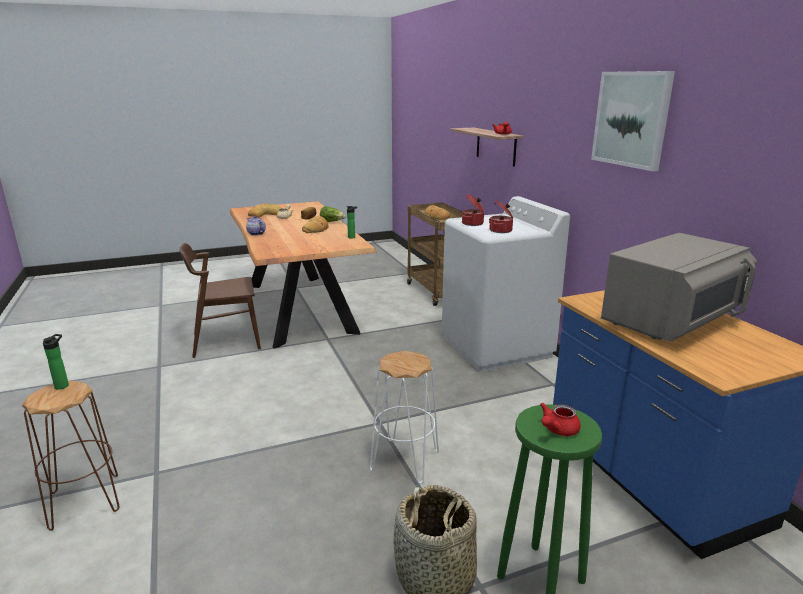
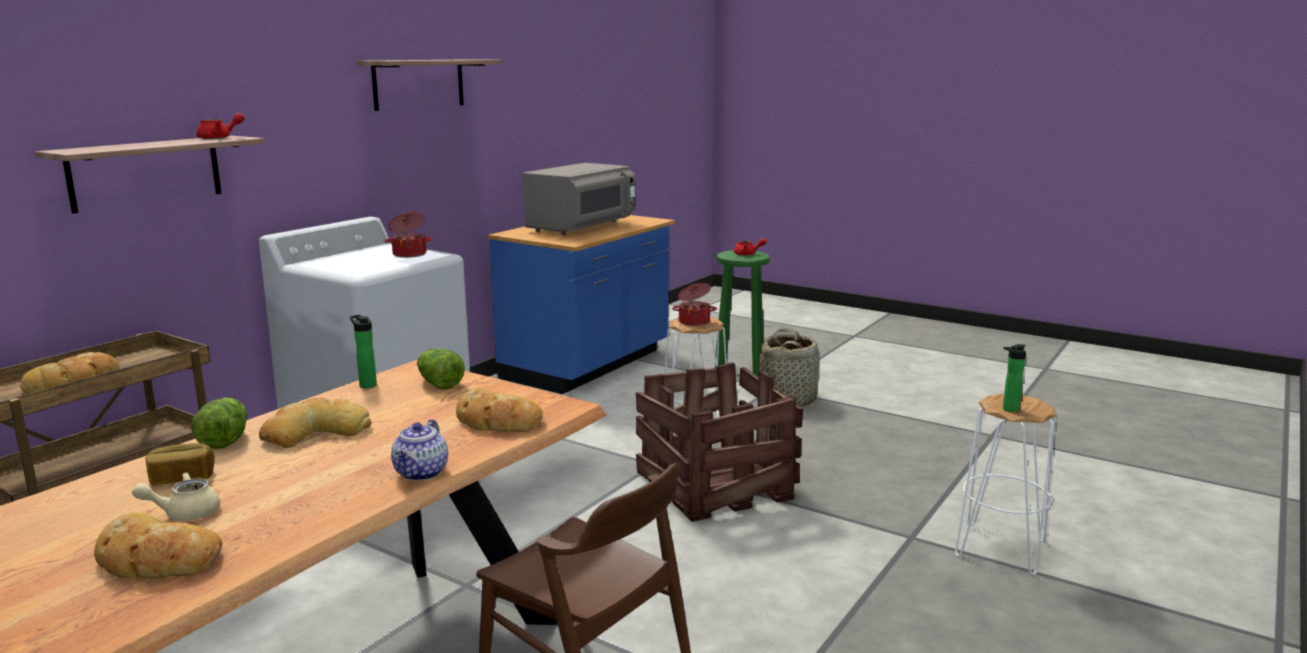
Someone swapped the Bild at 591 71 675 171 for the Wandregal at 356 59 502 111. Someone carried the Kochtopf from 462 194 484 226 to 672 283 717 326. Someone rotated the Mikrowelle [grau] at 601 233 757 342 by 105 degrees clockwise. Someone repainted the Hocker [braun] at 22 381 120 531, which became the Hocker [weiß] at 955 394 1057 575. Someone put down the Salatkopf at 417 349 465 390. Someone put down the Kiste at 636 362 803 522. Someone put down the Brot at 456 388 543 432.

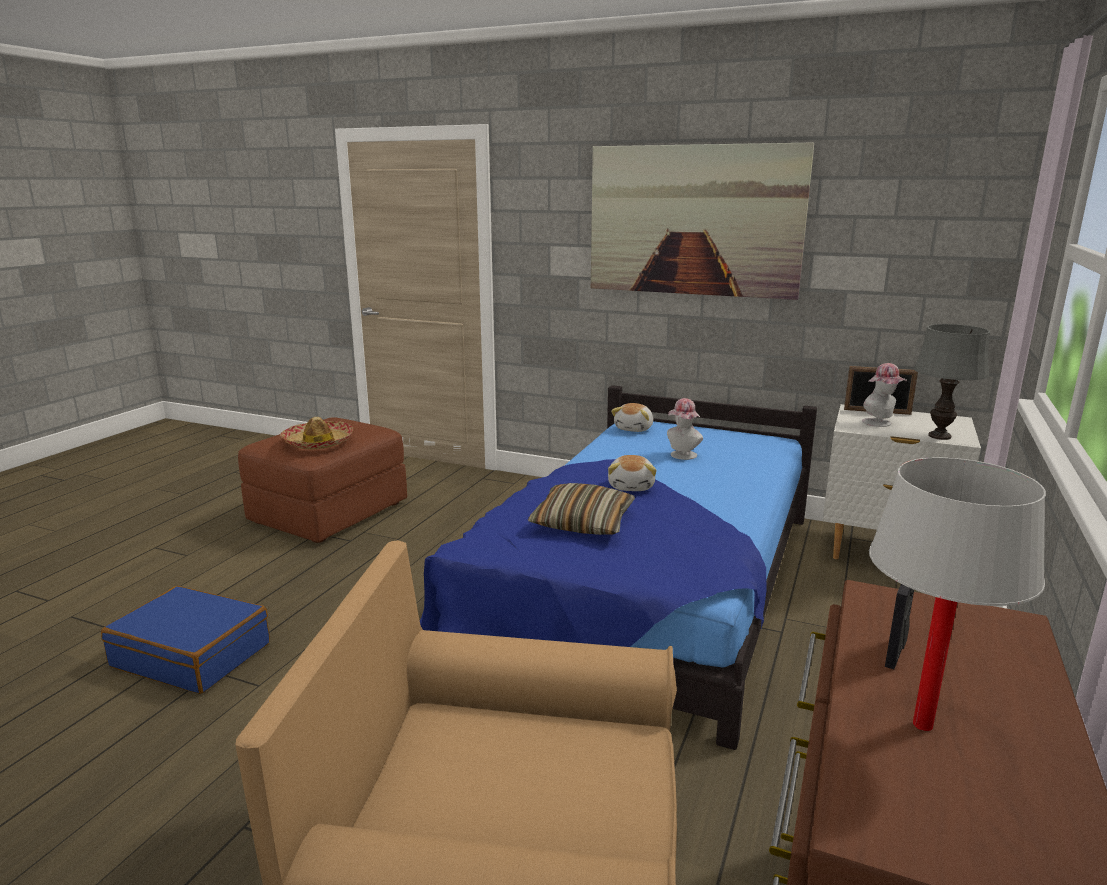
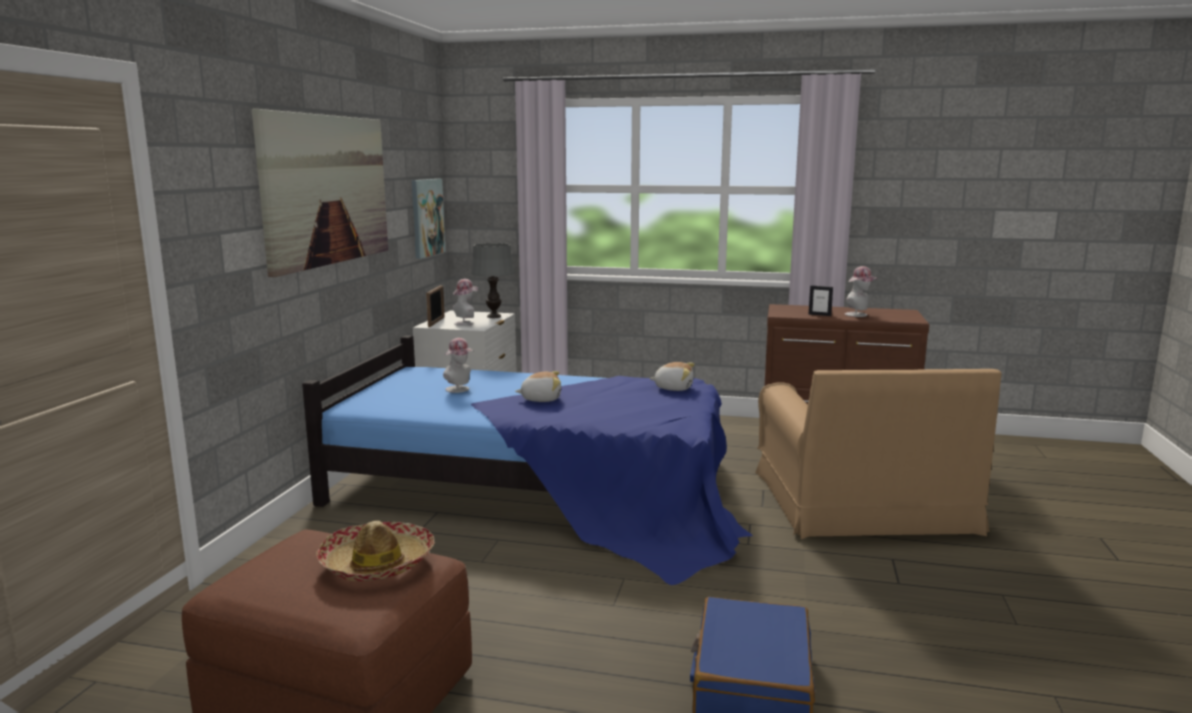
Someone carried the Plüschtier from 611 403 653 432 to 649 362 695 391. Someone swapped the Tischlampe [weiß] at 869 457 1046 731 for the Hut at 845 266 878 317. Someone took away the Kissen at 528 483 635 535. Someone put up the Bild at 412 179 446 259.

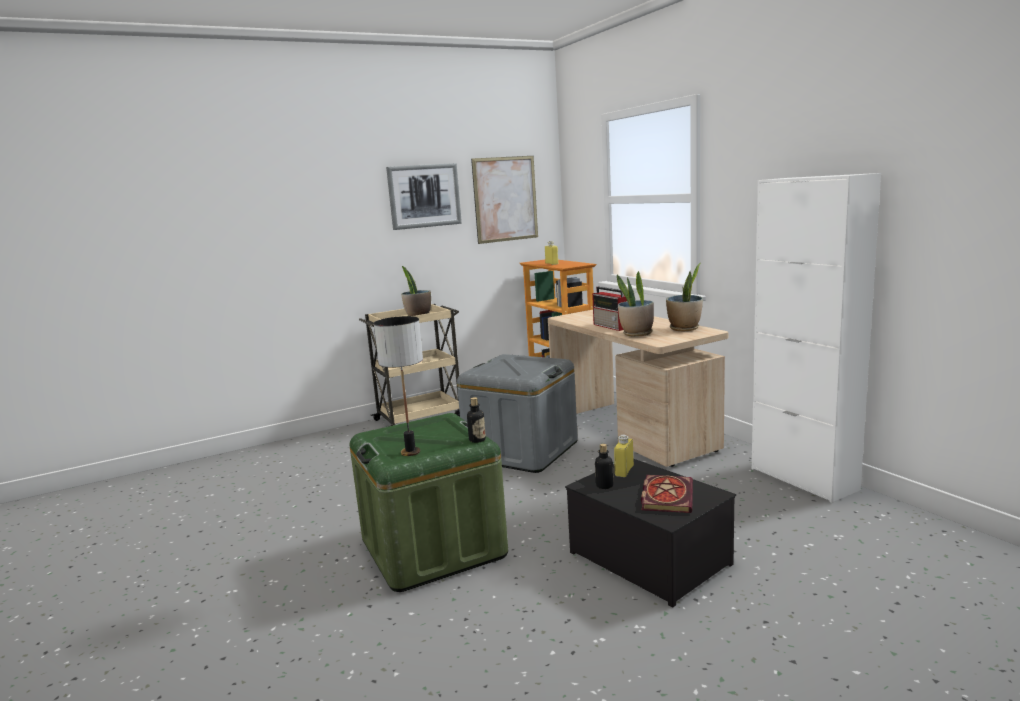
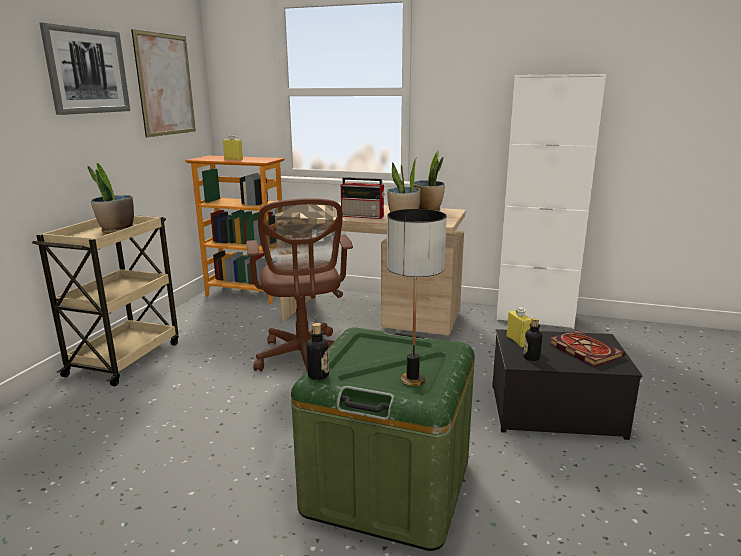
Someone swapped the Aufbewahrungsbox [grau] at 457 354 578 473 for the Bürostuhl [braun] at 246 198 353 371. Someone carried the Flasche from 467 397 486 443 to 306 323 329 380.

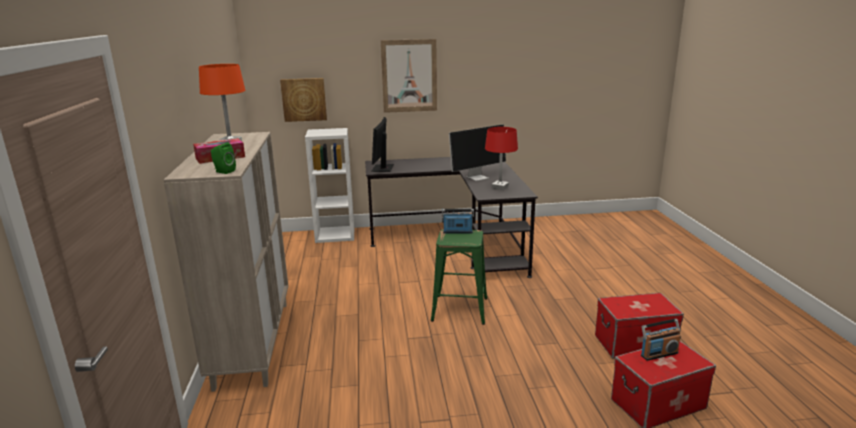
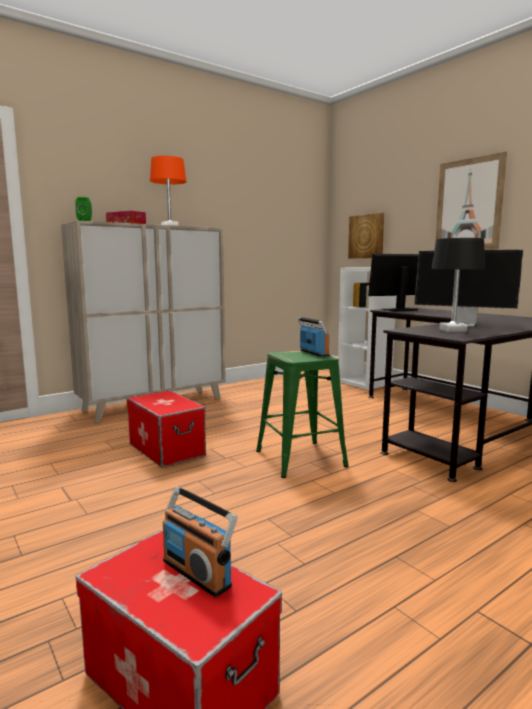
Someone repainted the Tischlampe [rot] at 485 127 518 190, which became the Tischlampe [schwarz] at 431 238 485 332. Someone carried the Aufbewahrungsbox from 595 293 684 359 to 127 390 206 467.

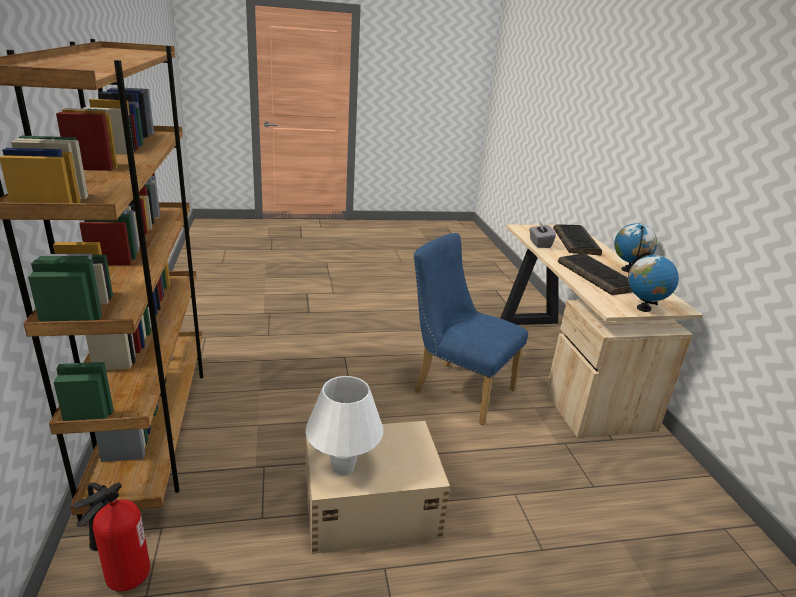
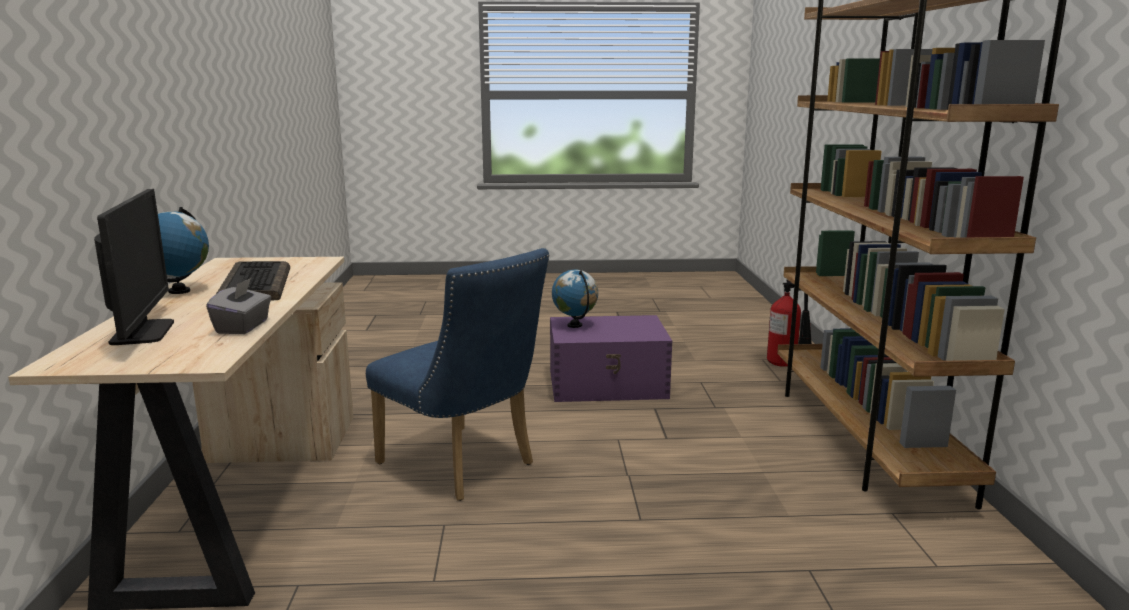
Someone swapped the Tastatur at 553 224 602 256 for the Monitor at 94 189 174 345. Someone carried the Globus from 628 251 679 312 to 552 269 598 328. Someone took away the Tischlampe [weiß] at 305 376 383 475. Someone repainted the Aufbewahrungsbox [beige] at 306 421 450 554, which became the Aufbewahrungsbox [lila] at 550 315 672 402.

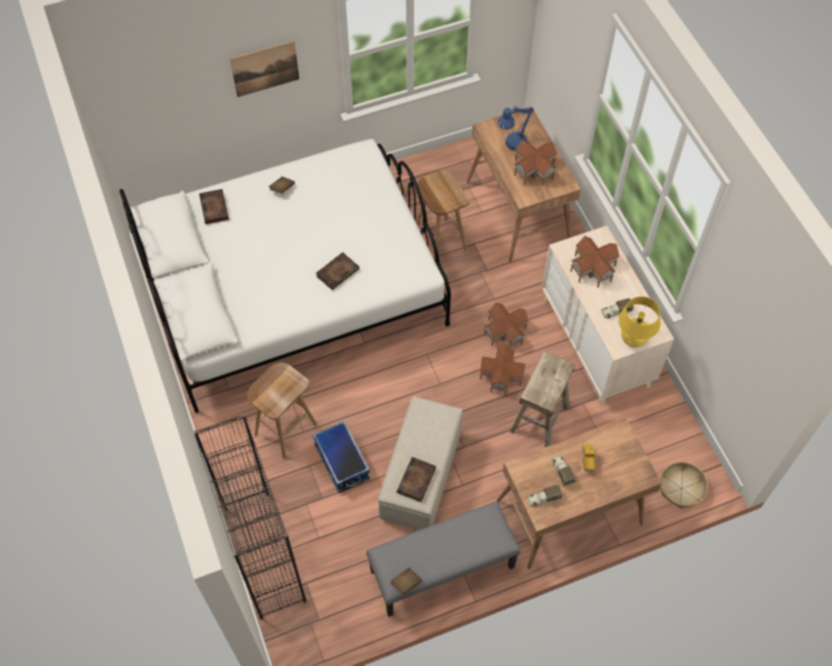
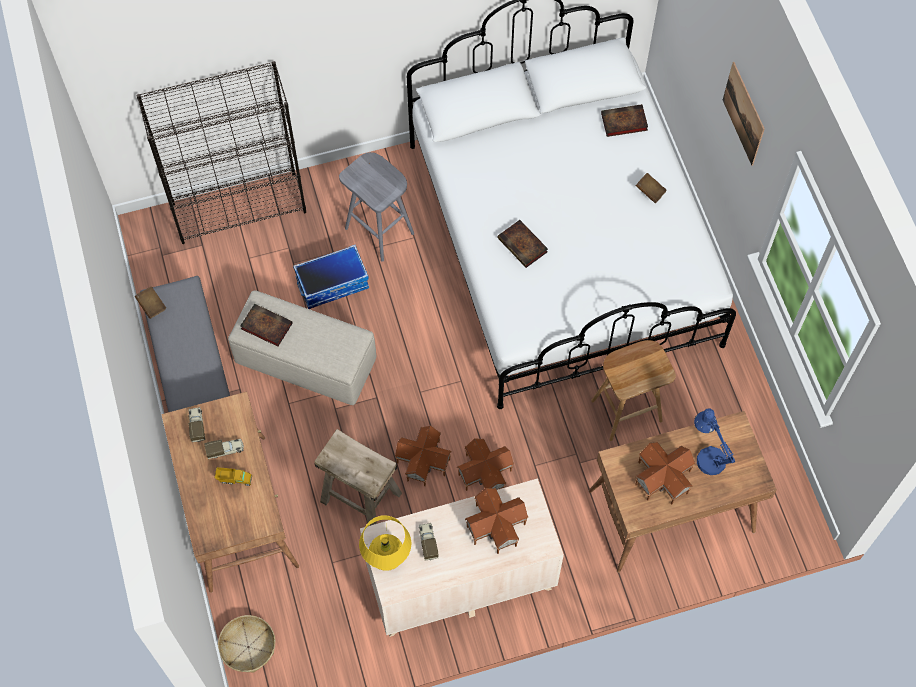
Someone repainted the Hocker [braun] at 247 362 317 459, which became the Hocker [grau] at 339 152 414 262.

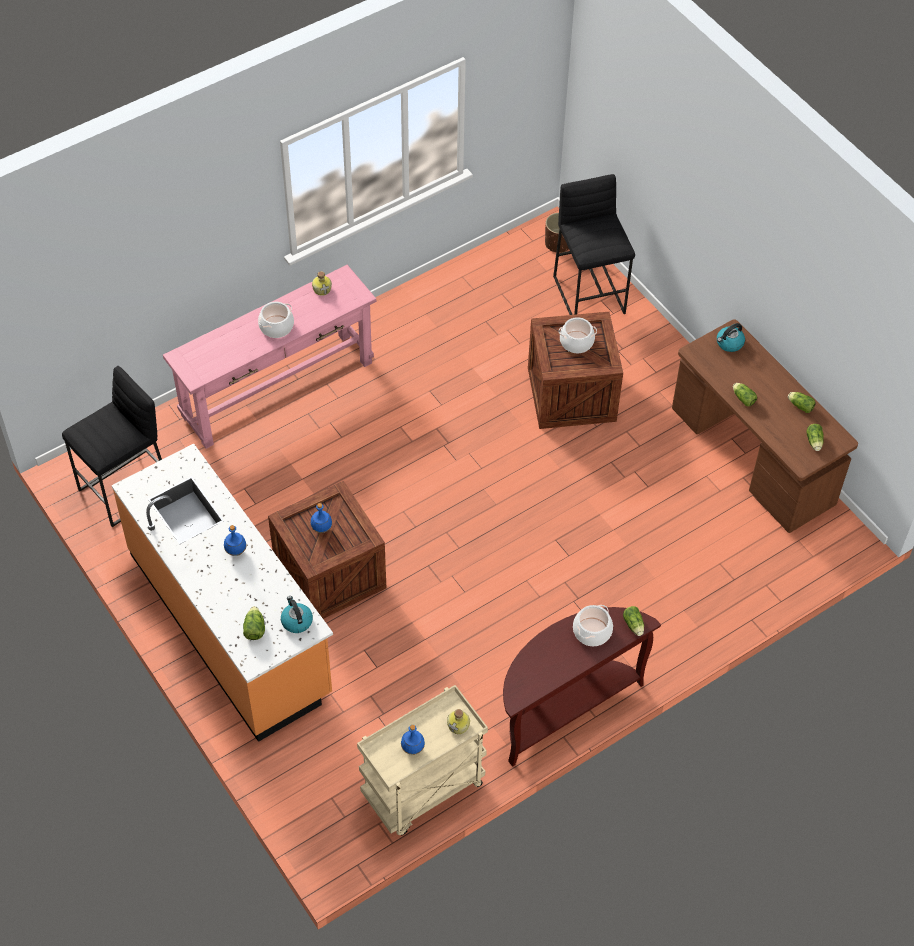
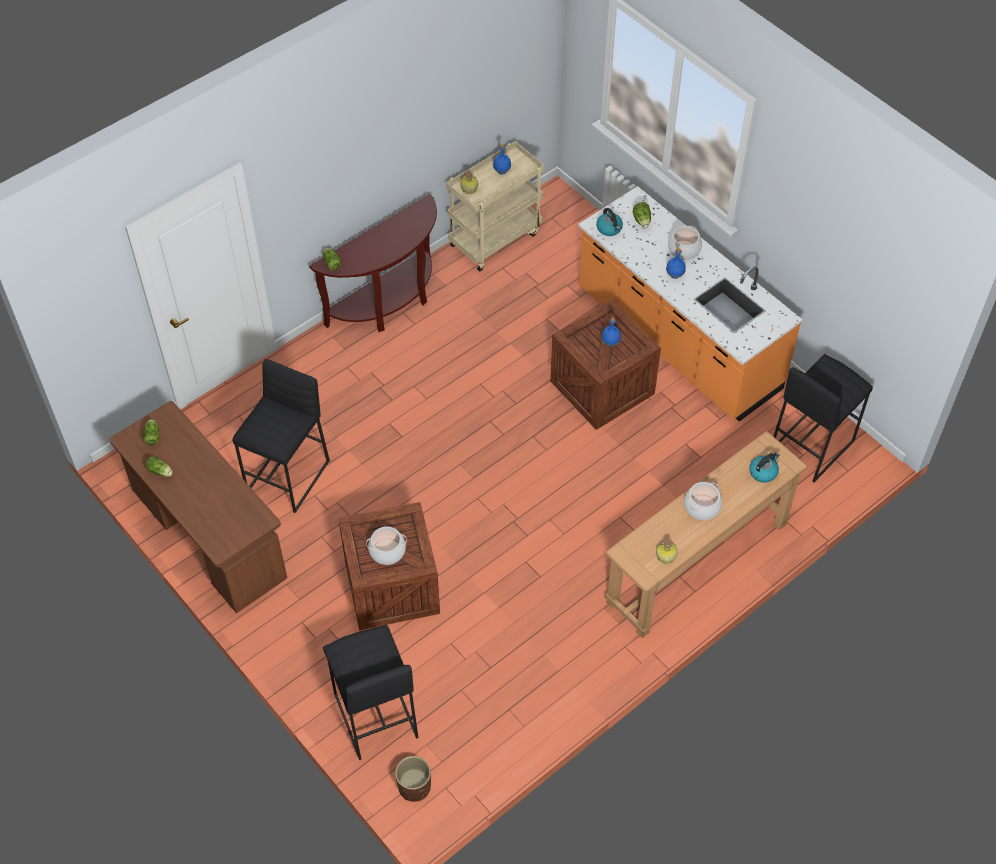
Someone repainted the Konsolentisch [rosa] at 163 265 376 449, which became the Konsolentisch [braun] at 605 431 808 638. Someone carried the Wasserkessel from 717 323 745 352 to 749 452 780 483. Someone took away the Salatkopf at 733 383 757 407. Someone carried the Kochtopf from 573 605 613 646 to 668 226 702 260. Someone put down the Hocker [schwarz] at 233 359 330 513.

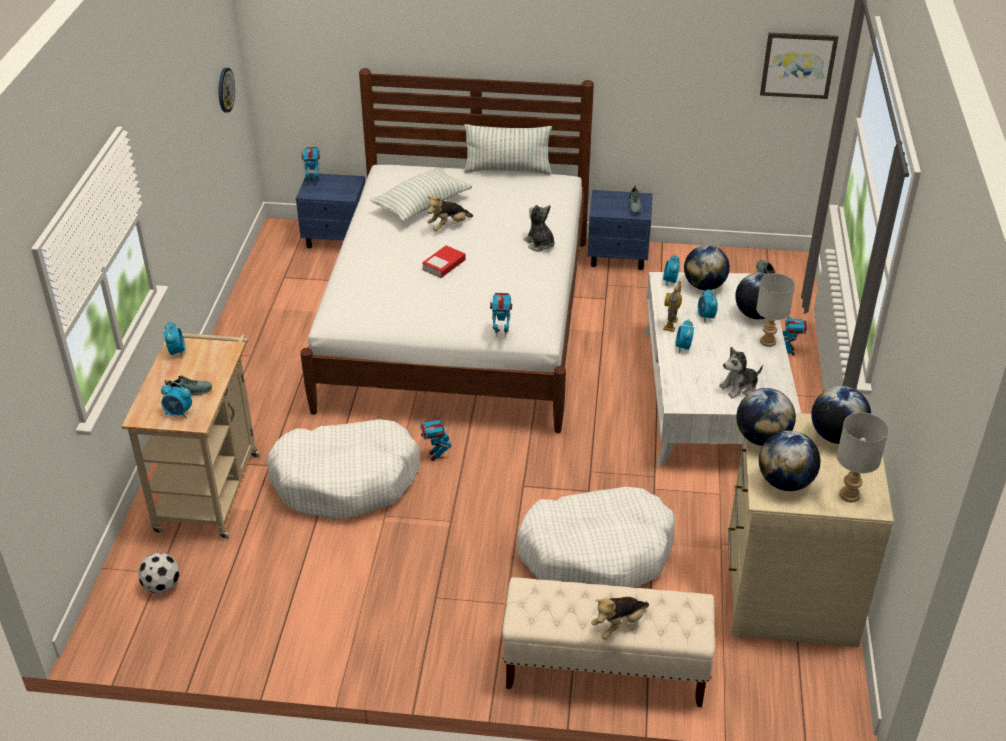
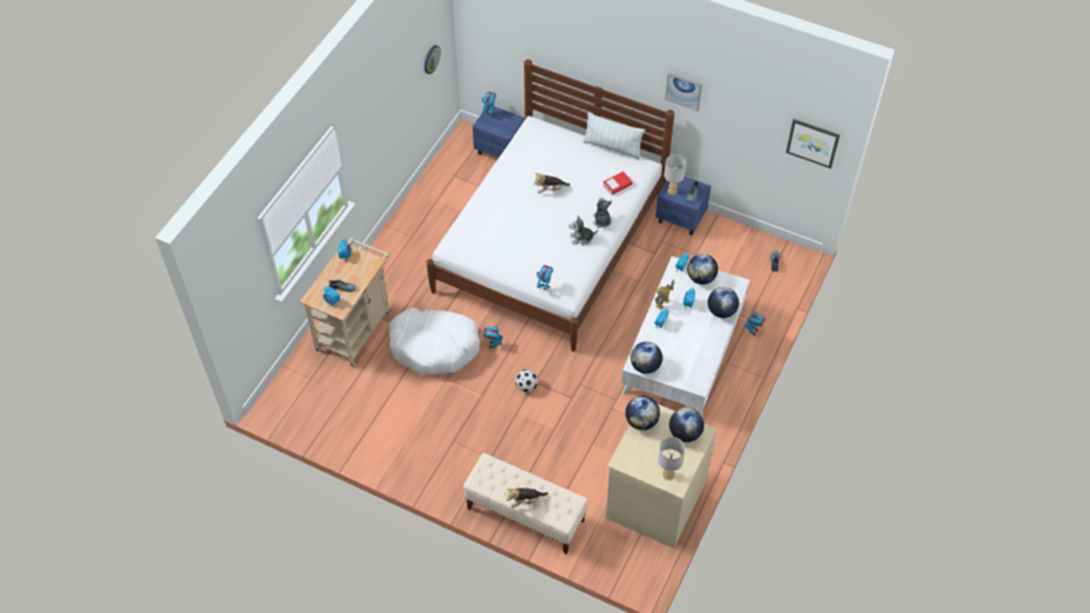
Someone took away the Kissen at 371 167 472 222. Someone carried the Buch from 422 245 466 278 to 603 171 632 195. Someone carried the Tischlampe [grau] from 756 273 795 347 to 664 154 686 195. Someone carried the Plüschtier from 719 347 763 398 to 569 215 598 246. Someone carried the Globus from 759 431 820 491 to 630 342 663 374. Someone took away the Hundebett [weiß] at 517 487 675 588. Someone carried the Fußball from 138 553 180 593 to 515 369 538 392. Someone put up the Bild at 665 73 702 111.

